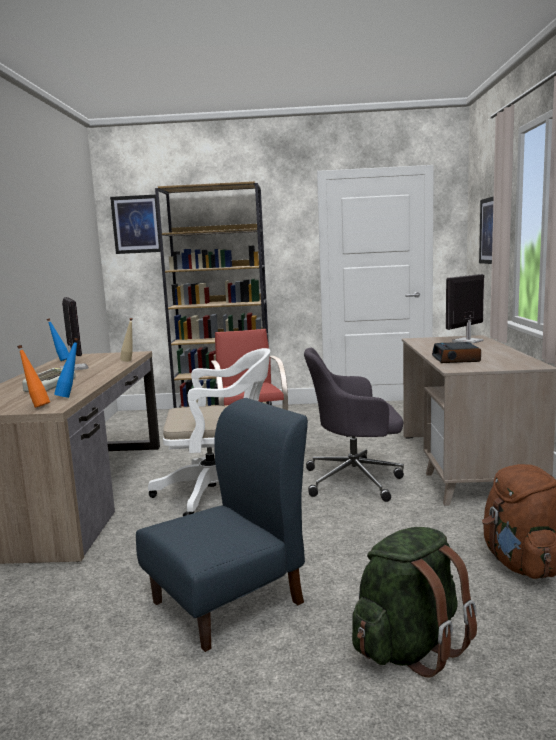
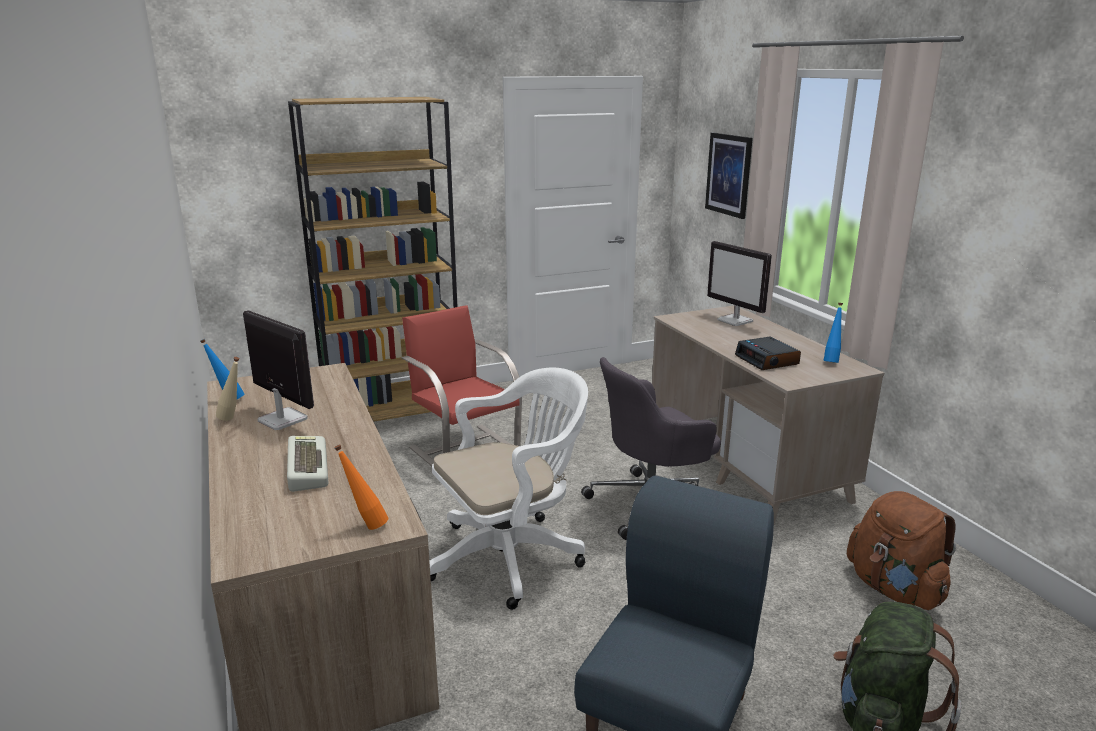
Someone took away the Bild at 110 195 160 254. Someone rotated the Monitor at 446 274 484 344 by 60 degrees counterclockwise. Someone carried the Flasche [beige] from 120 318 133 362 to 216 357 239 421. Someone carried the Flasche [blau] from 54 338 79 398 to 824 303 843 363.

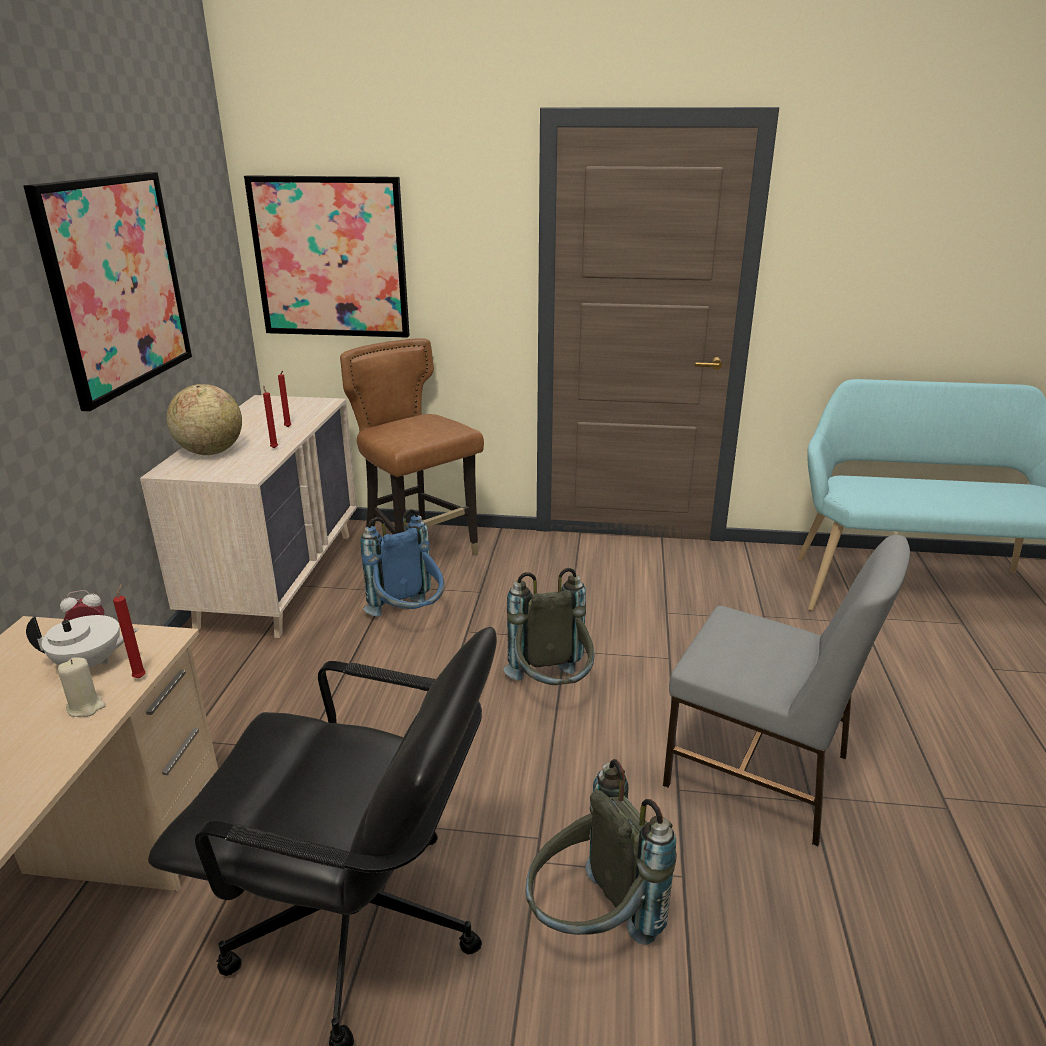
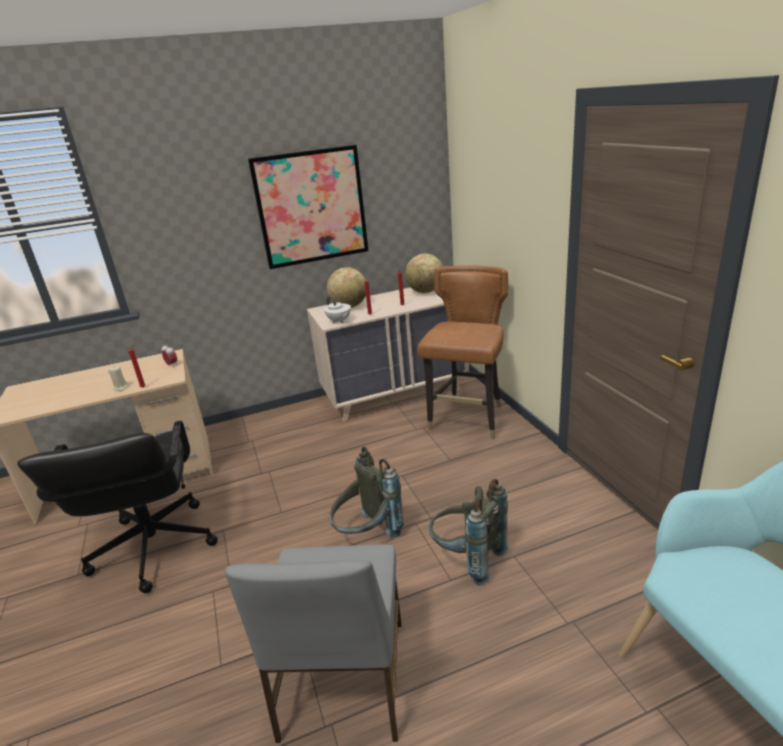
Someone took away the Bild at 244 175 410 338. Someone took away the Rucksack [blau] at 360 509 444 617. Someone carried the Teekanne [weiß] from 26 615 139 668 to 324 296 351 323. Someone carried the Rucksack [grau] from 526 759 677 945 to 429 479 508 586. Someone put down the Globus at 405 254 443 293.

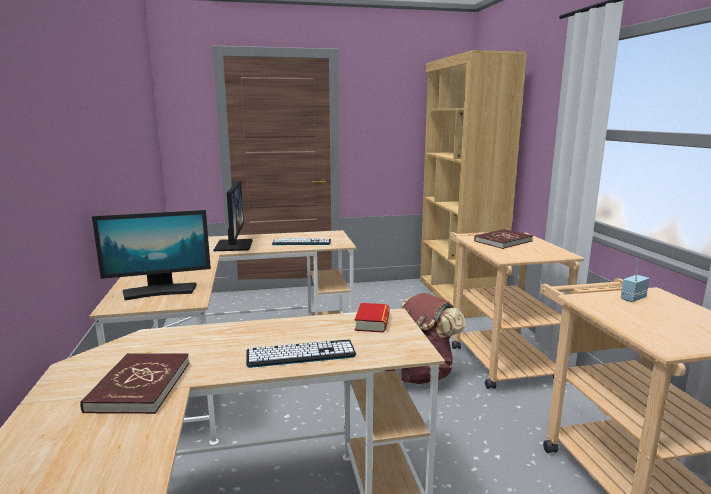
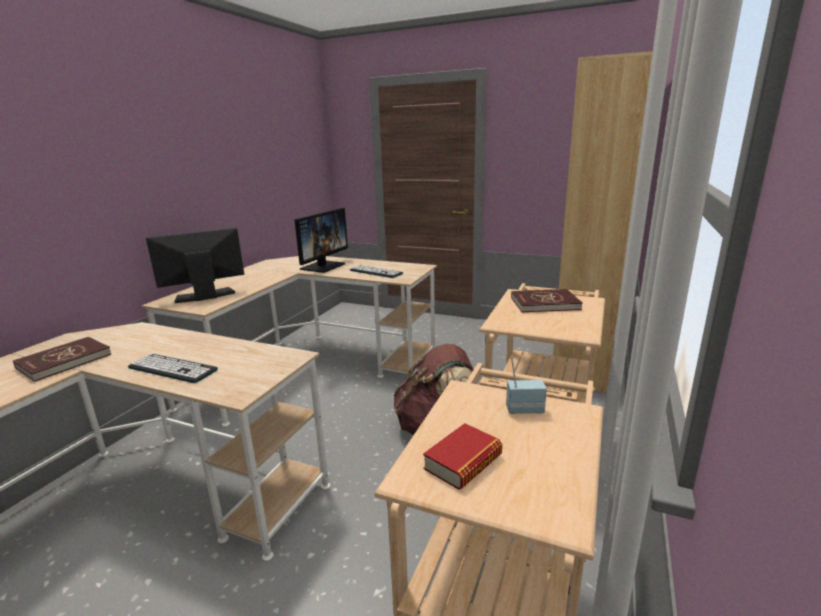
Someone rotated the Monitor at 92 210 211 300 by 135 degrees clockwise. Someone carried the Buch from 355 303 390 333 to 423 423 502 490.

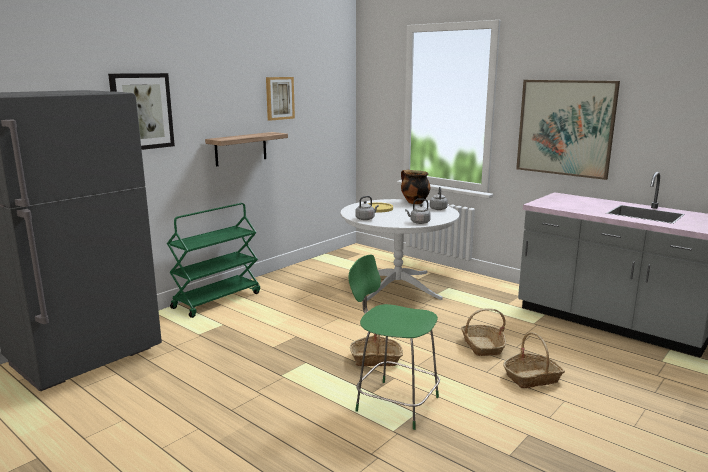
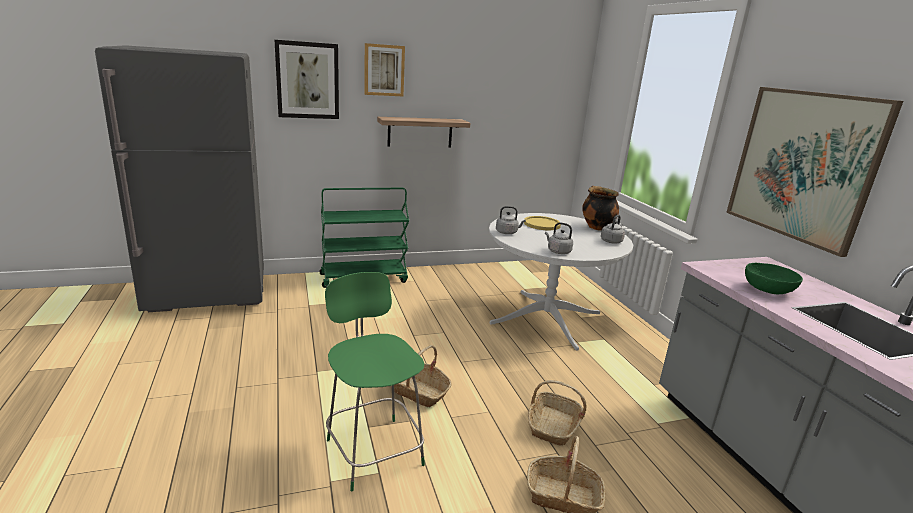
Someone carried the Bild from 266 77 295 121 to 364 43 405 97. Someone put down the Schüssel [grün] at 745 263 803 294.

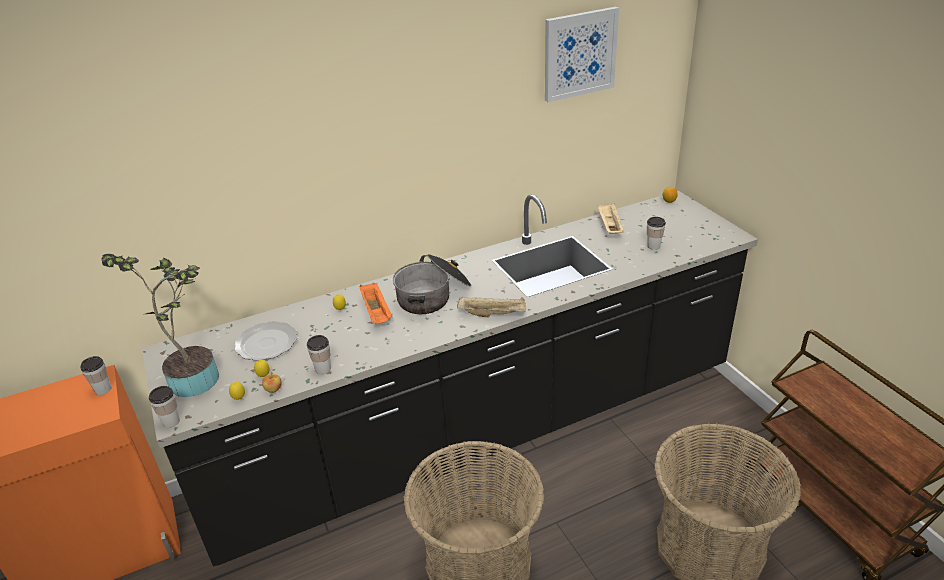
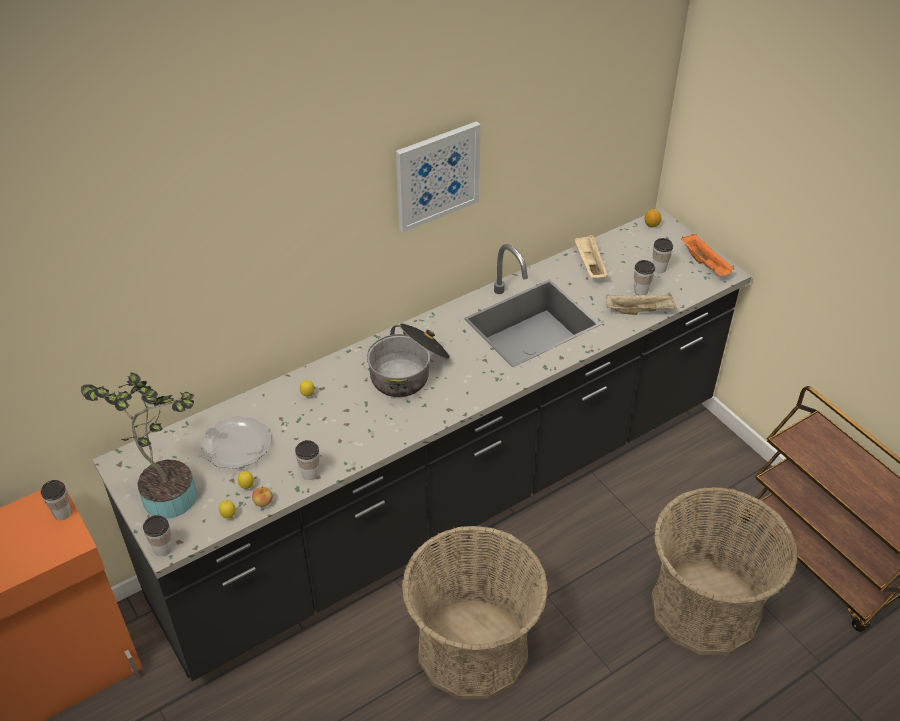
Someone carried the Bild from 545 7 619 102 to 396 121 481 232. Someone carried the Tablett [orange] from 360 283 392 323 to 681 234 734 276. Someone carried the Tablett [beige] from 457 296 526 318 to 606 293 677 315. Someone put down the Tasse at 653 238 673 273.

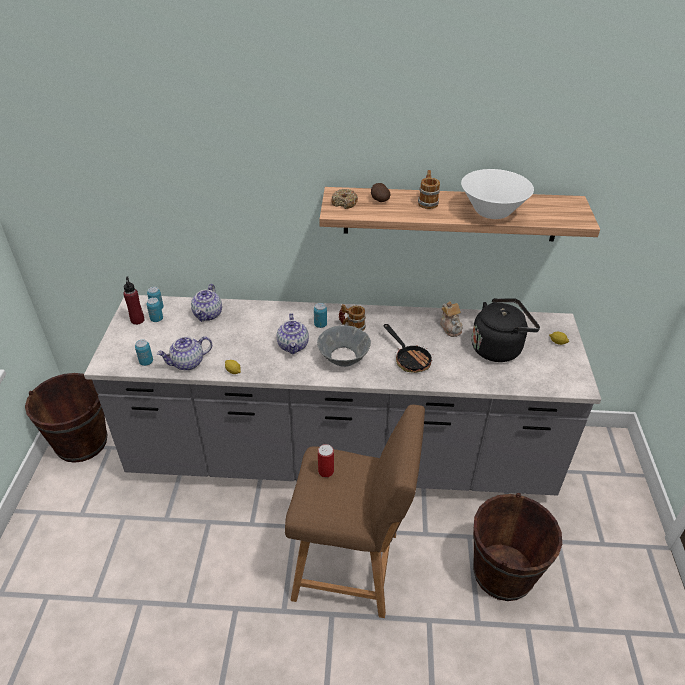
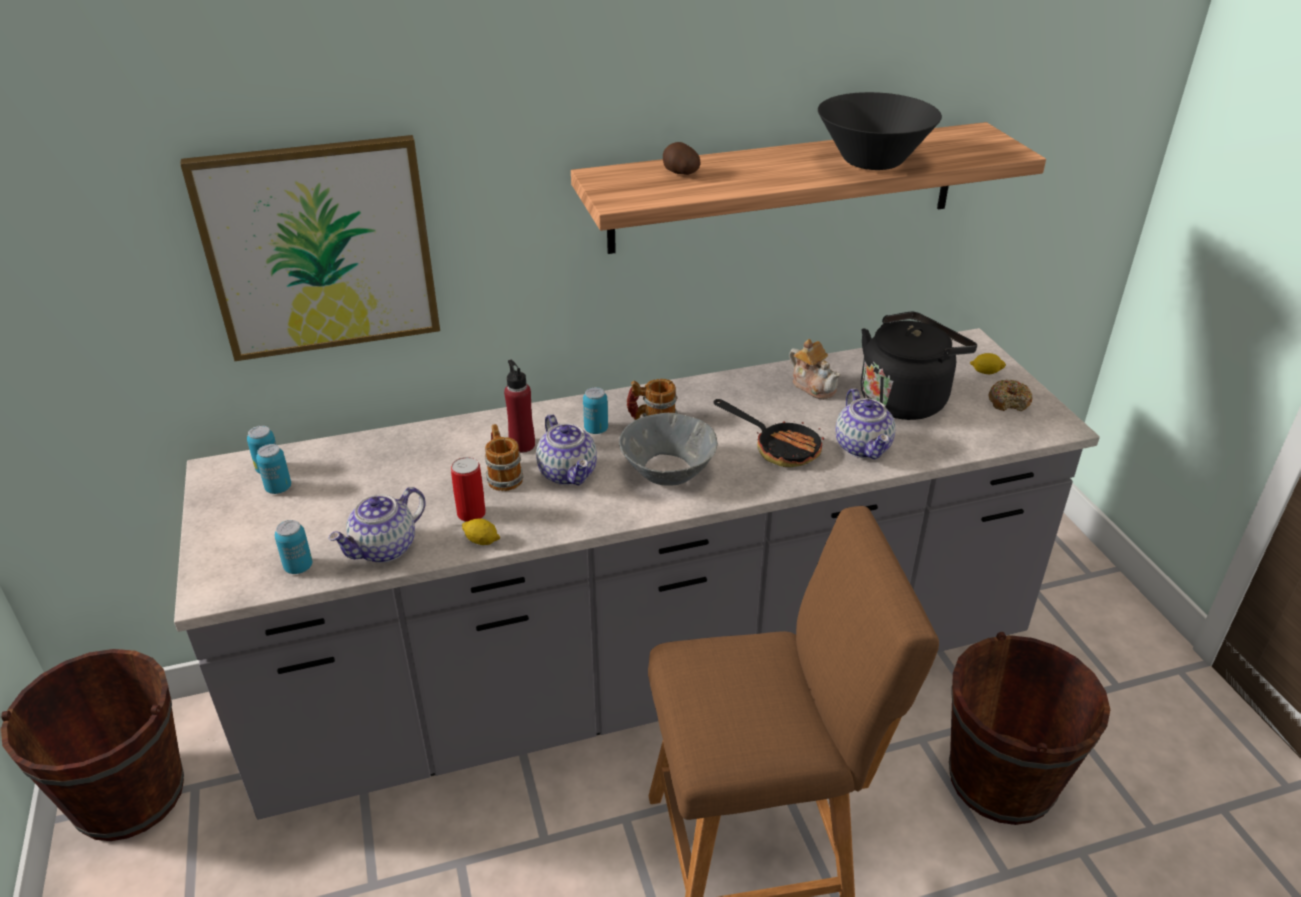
Someone repainted the Schüssel [weiß] at 461 169 534 219, which became the Schüssel [schwarz] at 818 92 942 170. Someone carried the Henkelbecher from 418 170 440 209 to 485 424 524 491. Someone carried the Donut from 331 189 358 209 to 988 379 1033 411. Someone carried the Flasche [rot] from 123 276 144 325 to 504 360 535 453. Someone carried the Teekanne from 191 284 222 322 to 835 388 895 460. Someone carried the Dose from 318 444 334 477 to 451 457 486 522. Someone put up the Bild at 180 135 440 361.

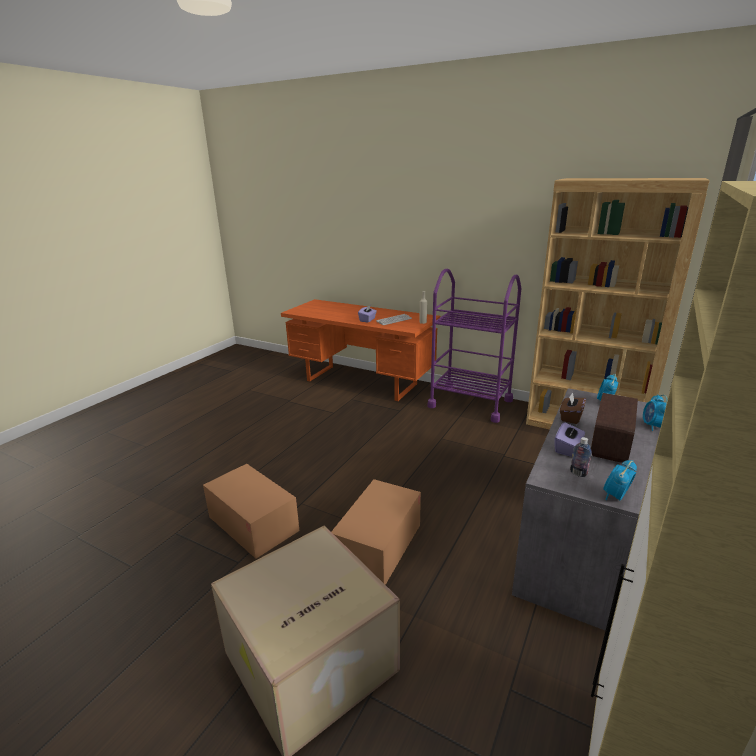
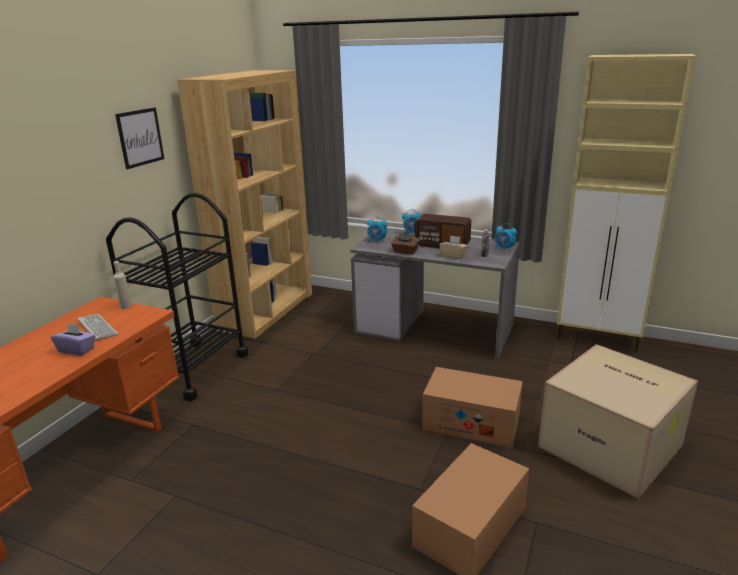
Someone repainted the Rollwagen [lila] at 427 269 522 423, which became the Rollwagen [schwarz] at 106 193 248 401. Someone repainted the Taschentuchbox [lila] at 555 423 585 457, which became the Taschentuchbox [beige] at 440 235 469 259. Someone put up the Bild at 115 108 164 169.

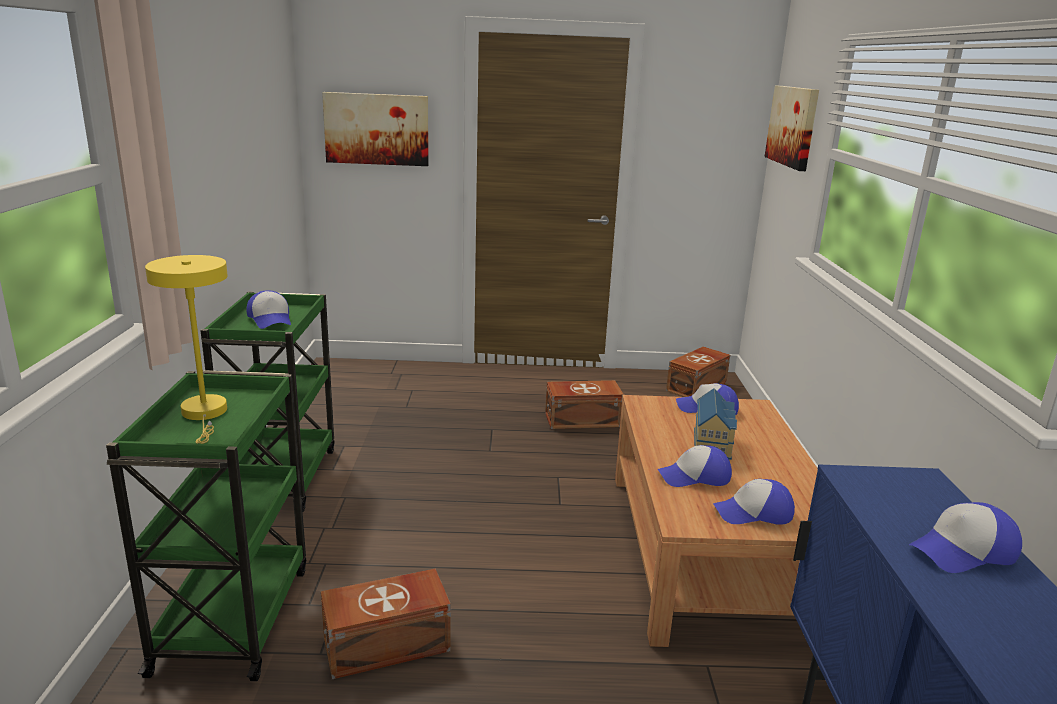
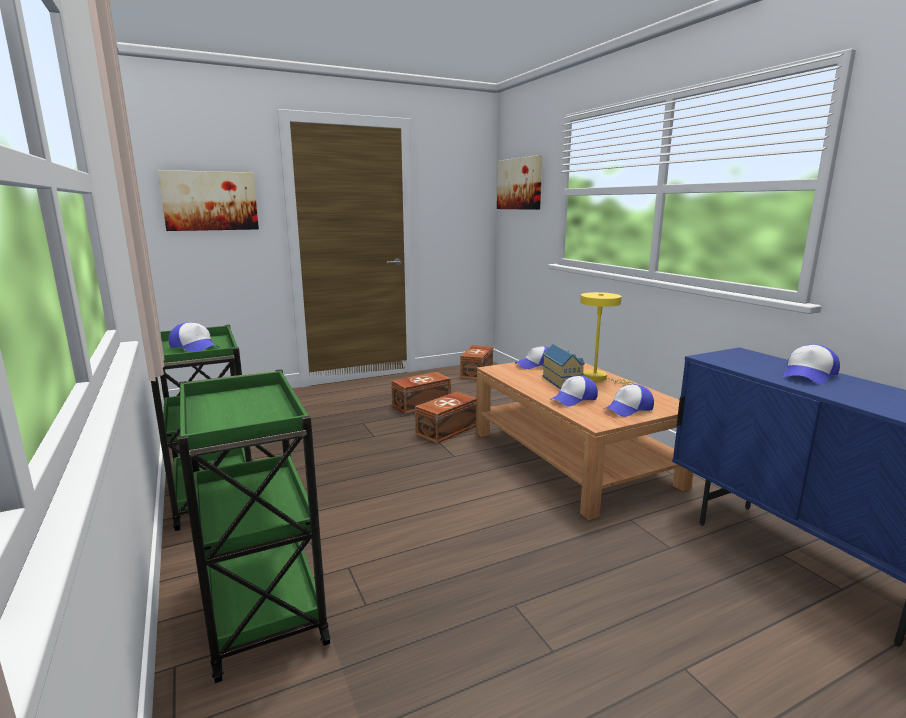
Someone carried the Tischlampe [gelb] from 145 255 228 444 to 580 292 635 385. Someone carried the Aufbewahrungsbox [braun] from 321 568 451 679 to 415 392 477 443.

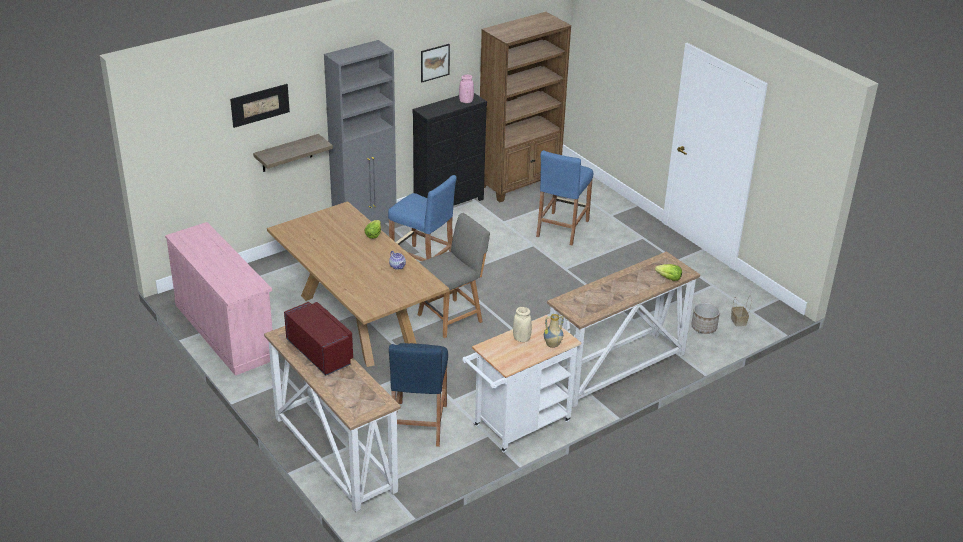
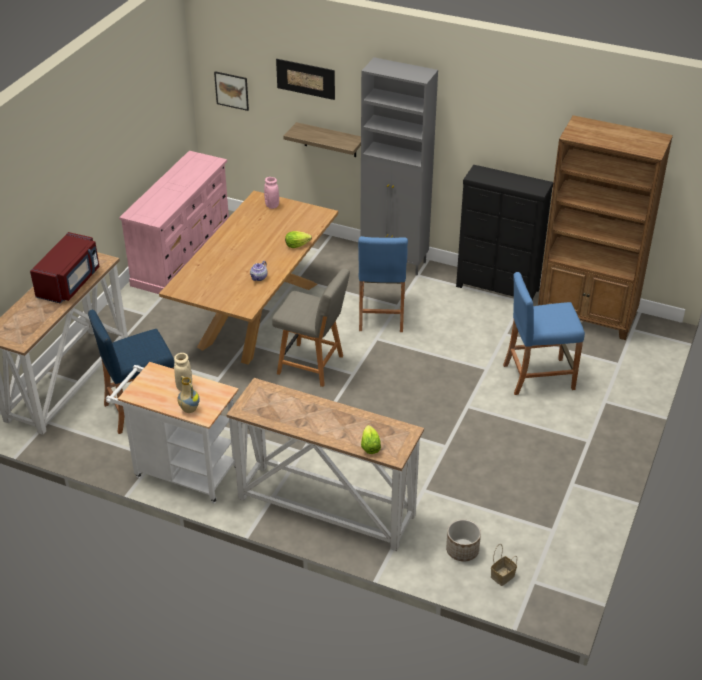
Someone carried the Bild from 421 44 450 82 to 214 71 249 111. Someone carried the Vase [rosa] from 459 75 474 103 to 264 177 279 209.

